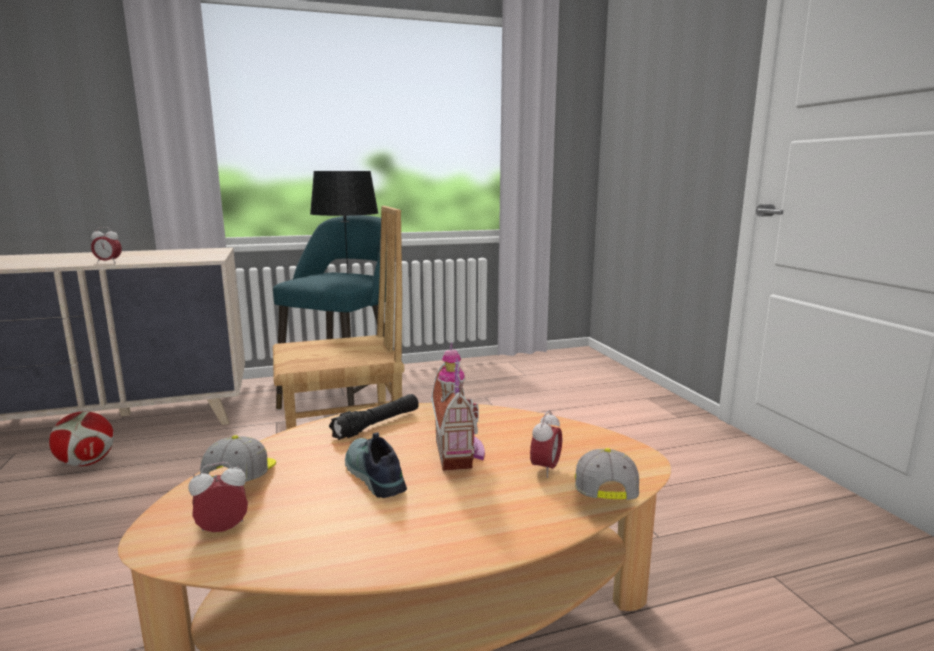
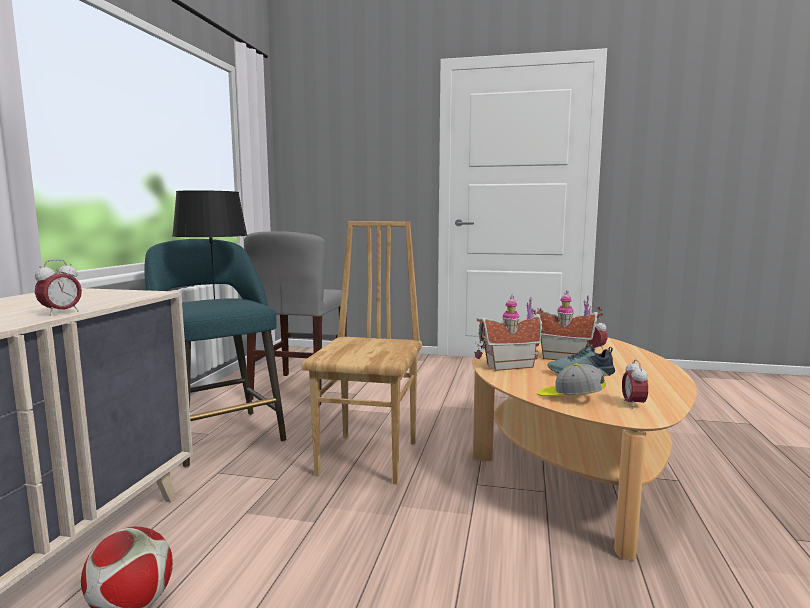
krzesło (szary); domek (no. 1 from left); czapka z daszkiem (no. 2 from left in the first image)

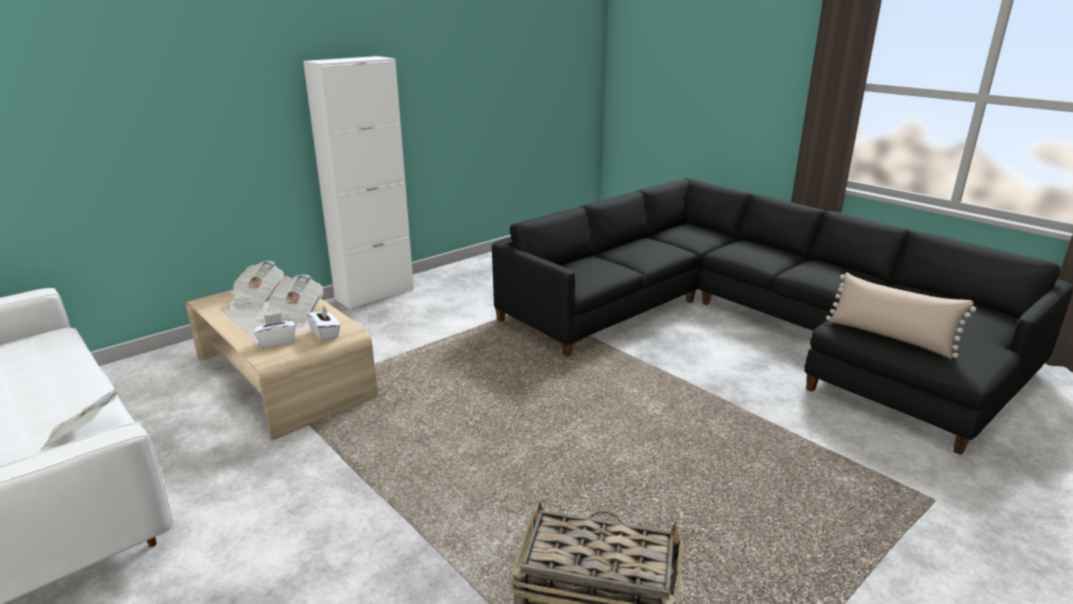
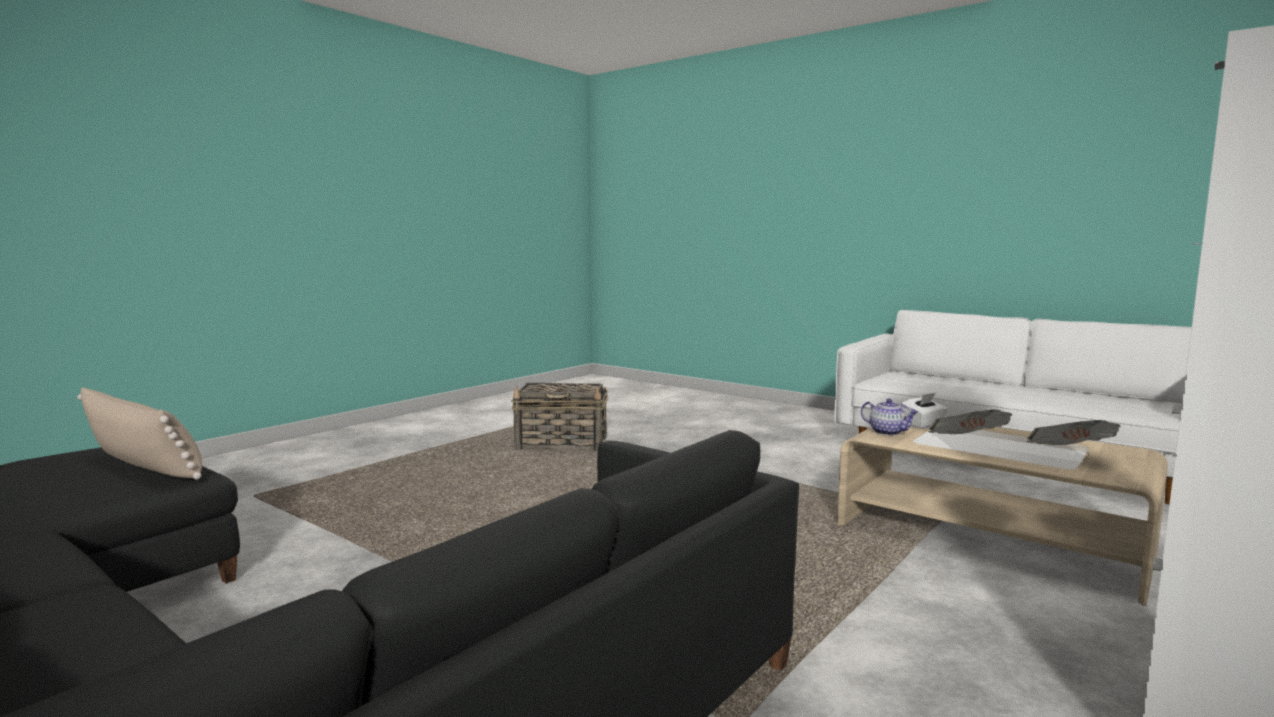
imbryk; gazeta (no. 1 from left in the first image)

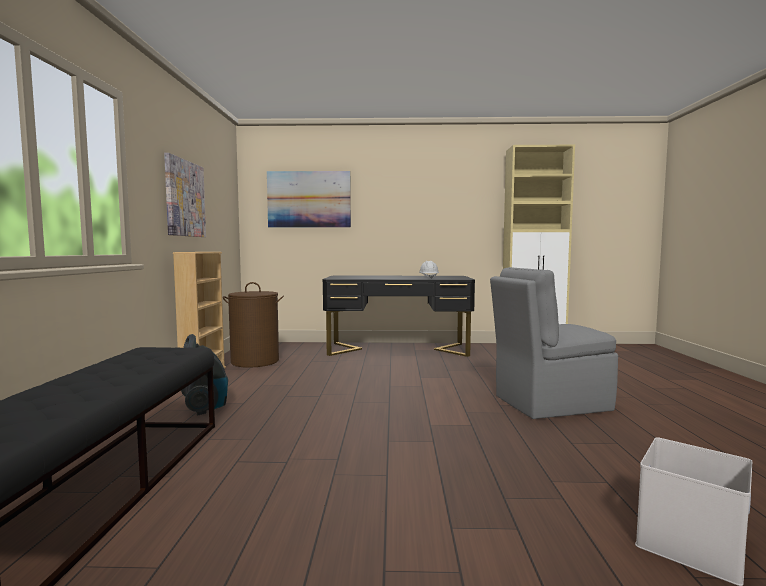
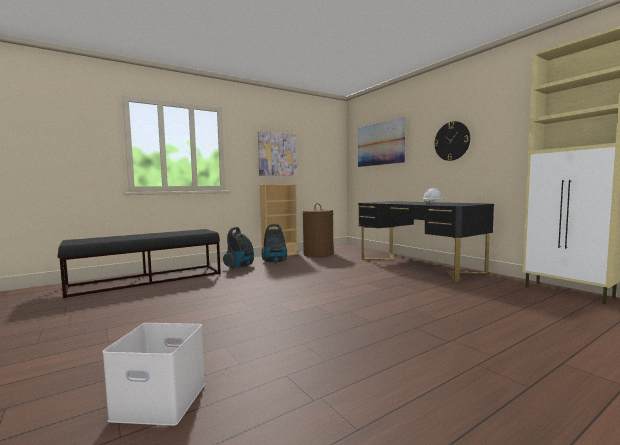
odkurzacz (no. 2 from left); zegar ścienny; krzesło (szary)

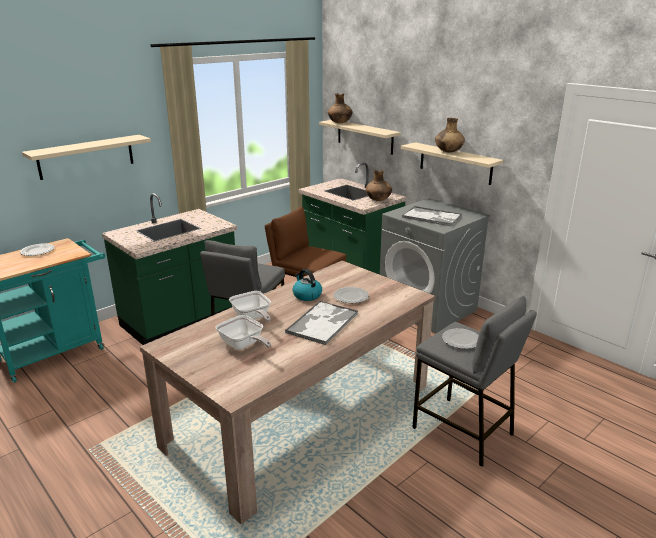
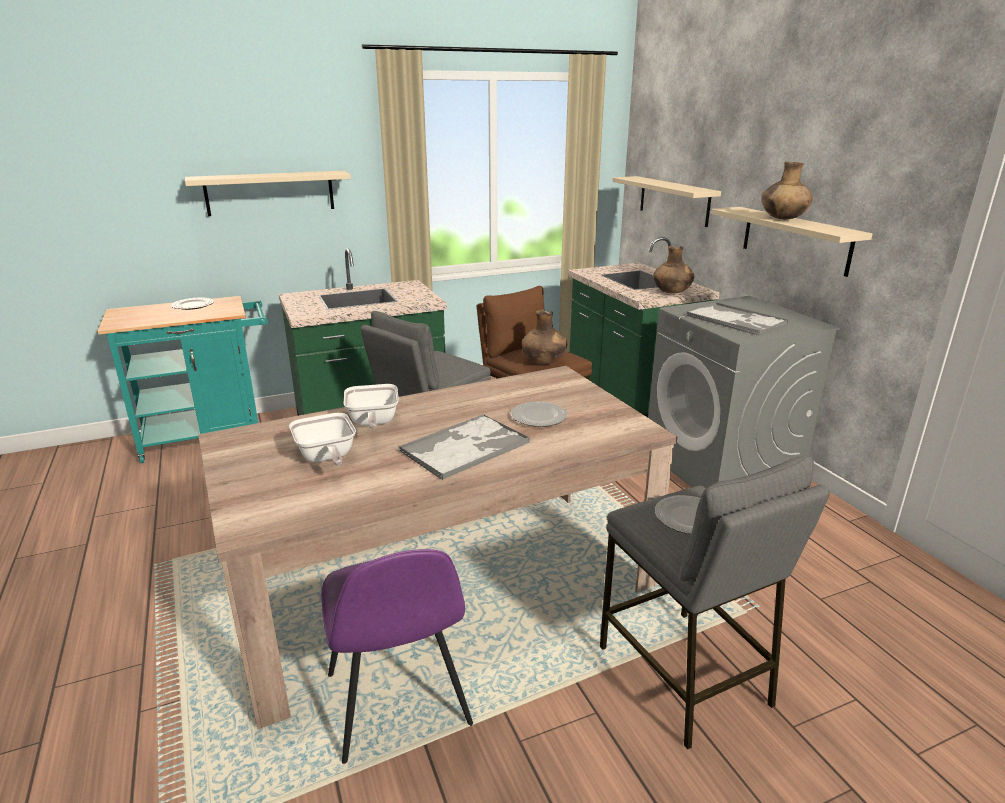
krzesło (fioletowy); wazon (brązowy) (no. 1 from left); czajnik

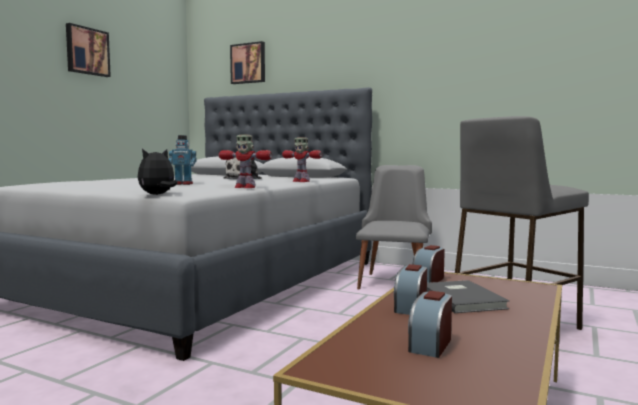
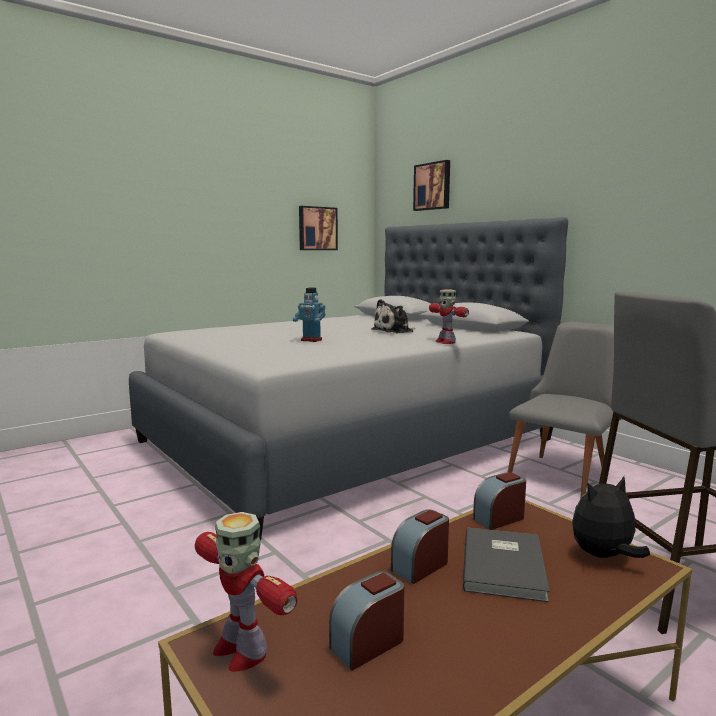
robot zabawkowy (no. 1 from left); obraz (no. 1 from left); pluszak (no. 2 from left)

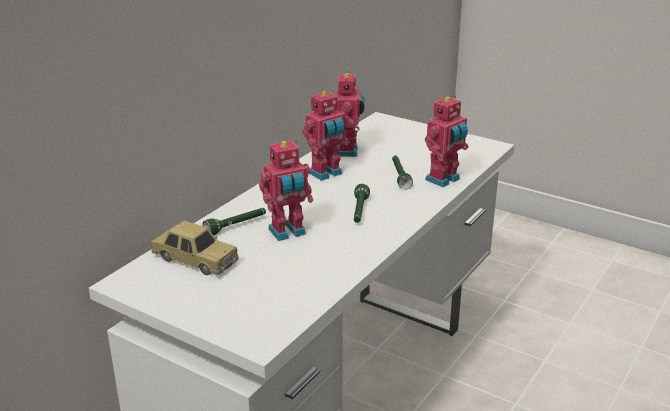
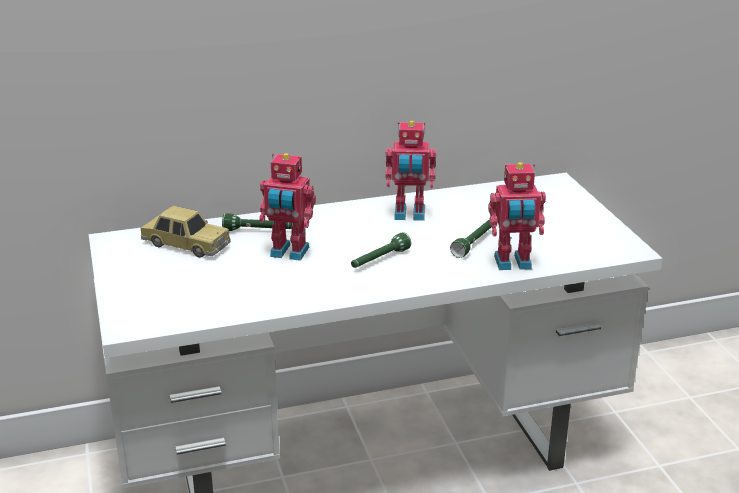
samochodzik; robot zabawkowy (no. 3 from left in the first image)

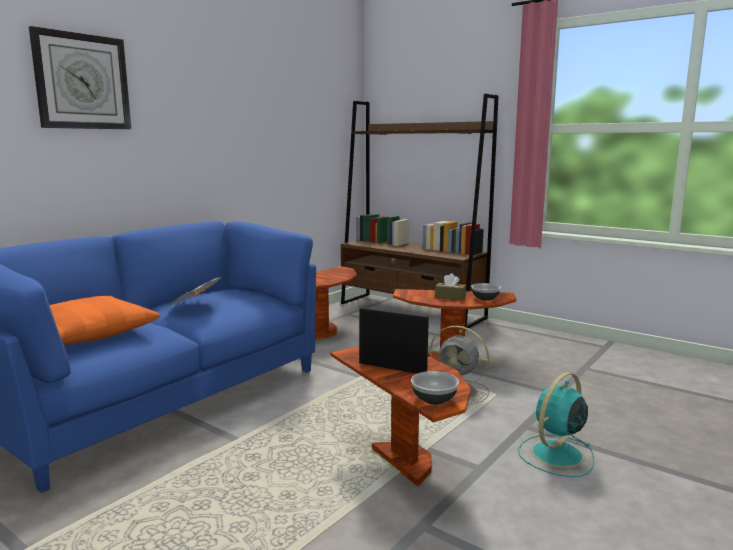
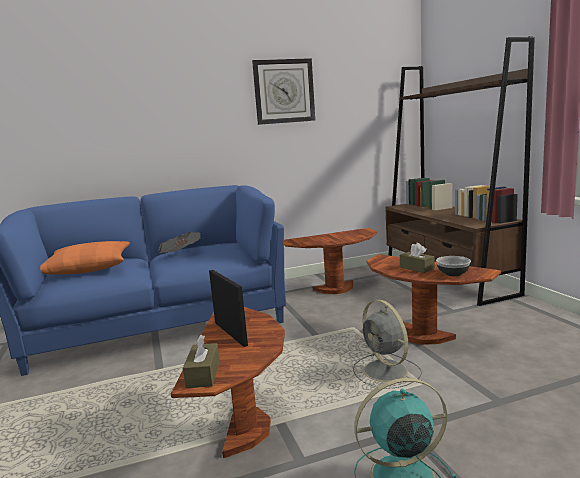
pudełko chusteczek (brązowy) (no. 1 from left); zegar ścienny

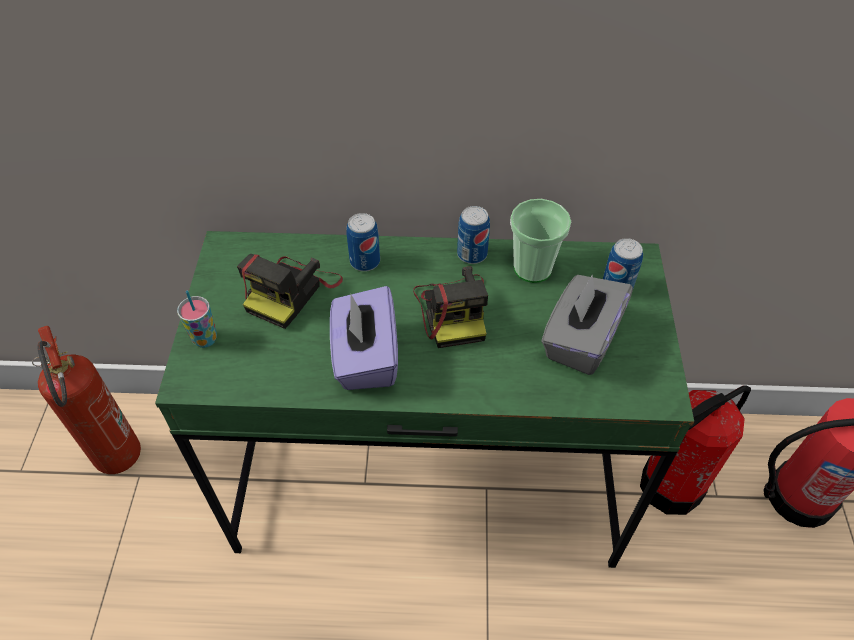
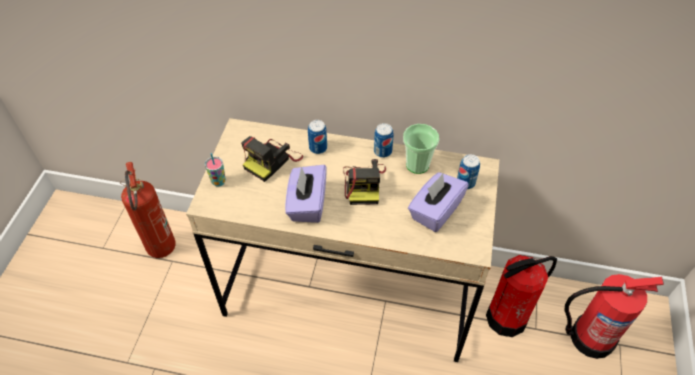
biurko (beżowy); pudełko chusteczek (fioletowy) (no. 2 from left)

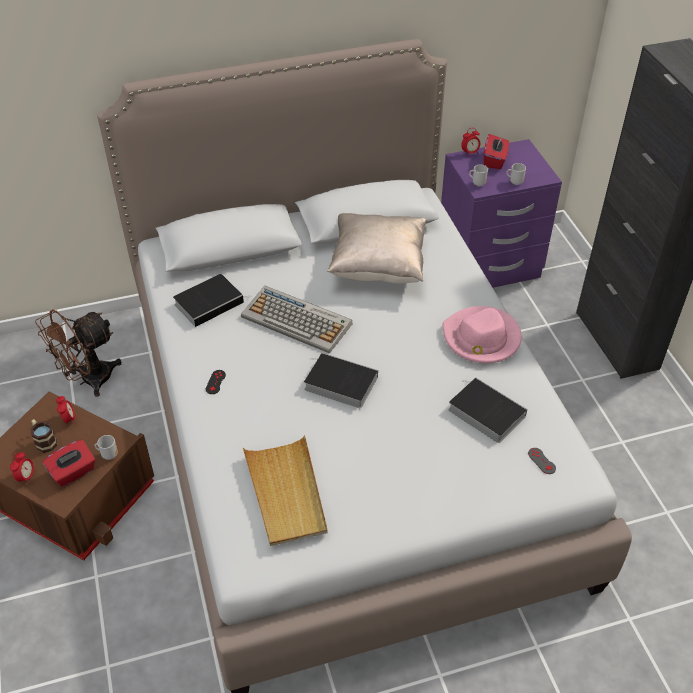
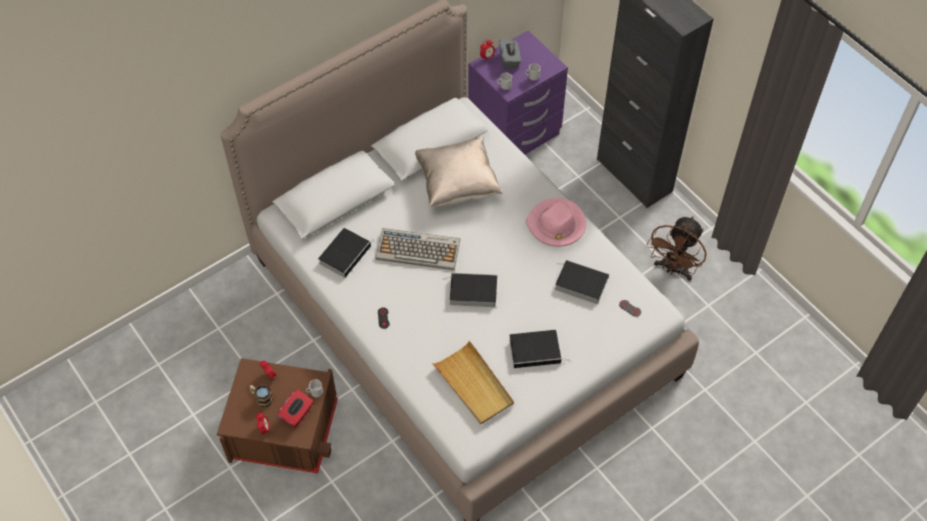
pudełko chusteczek (szary); książka (no. 3 from left); wentylator (brązowy)

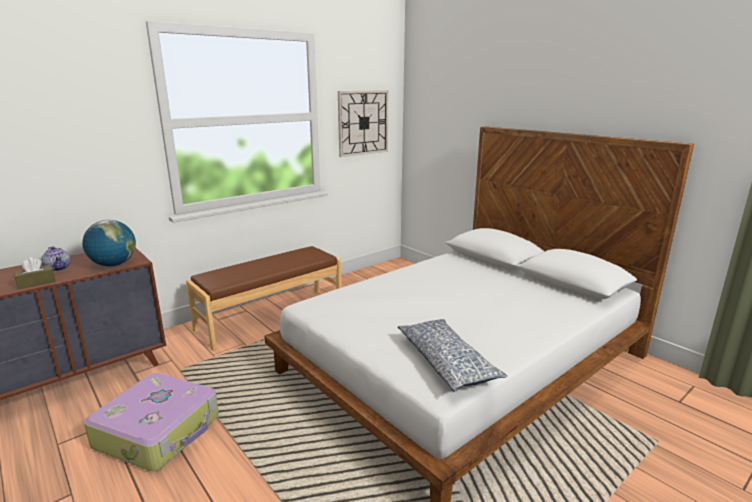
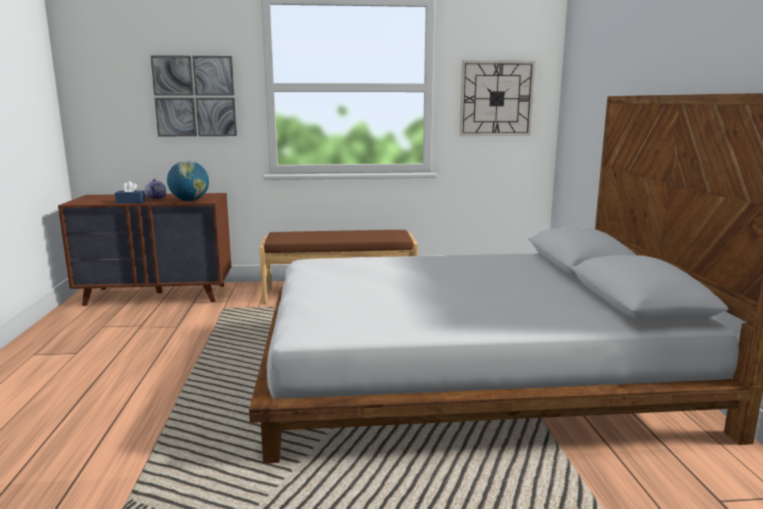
pudełko chusteczek (niebieski); obraz; walizka; poduszka

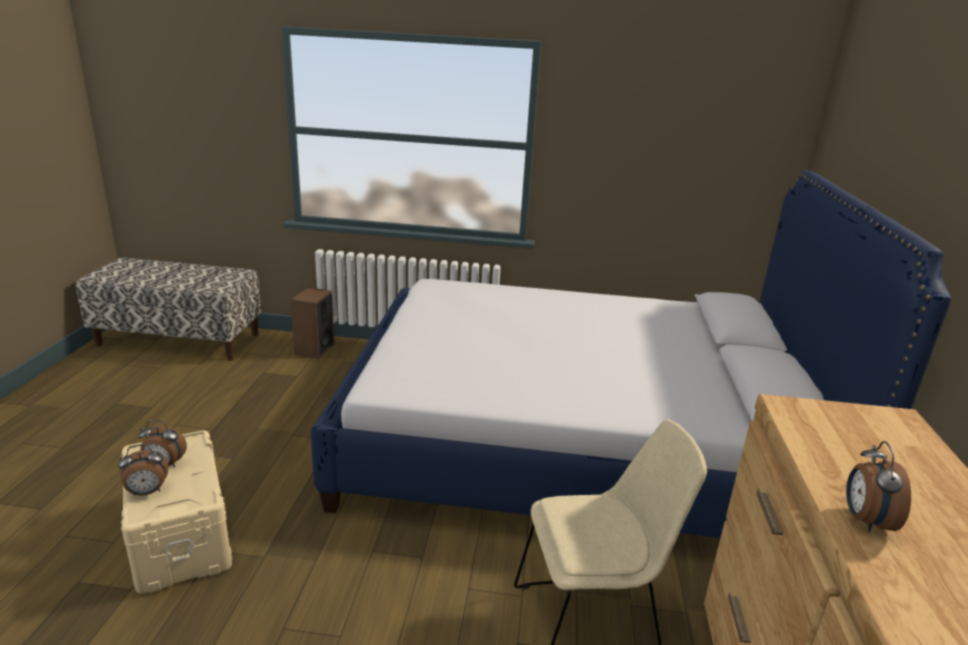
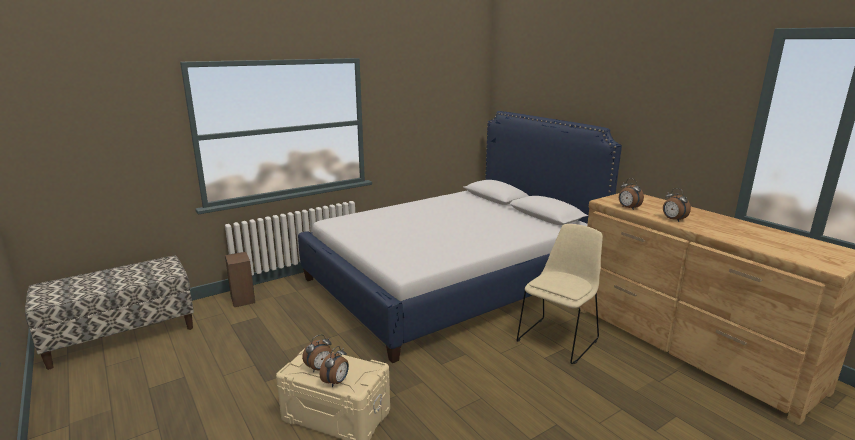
budzik (no. 3 from left)

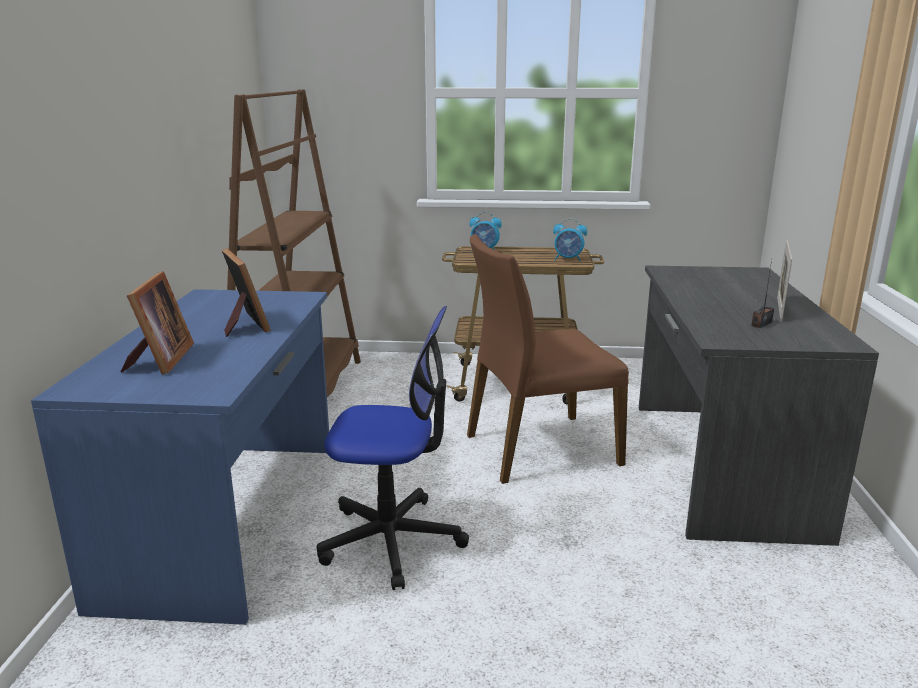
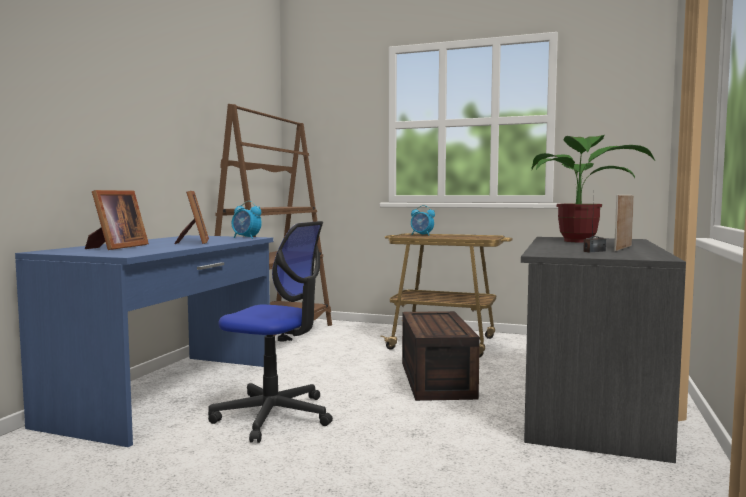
budzik (no. 1 from left); pojemnik do przechowywania (brązowy); roślina doniczkowa

